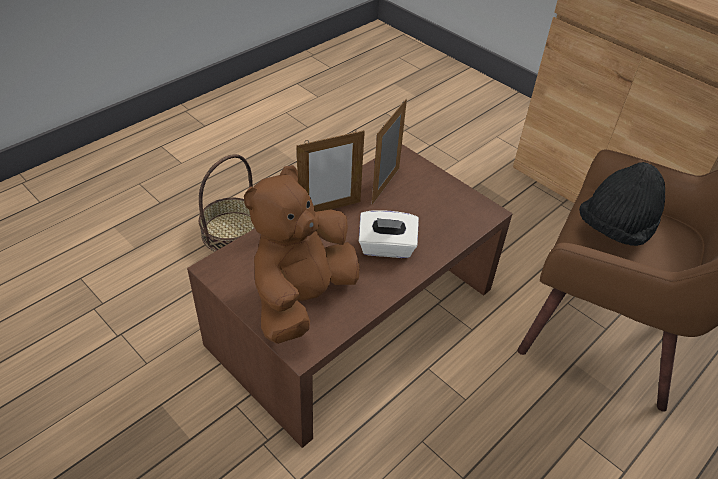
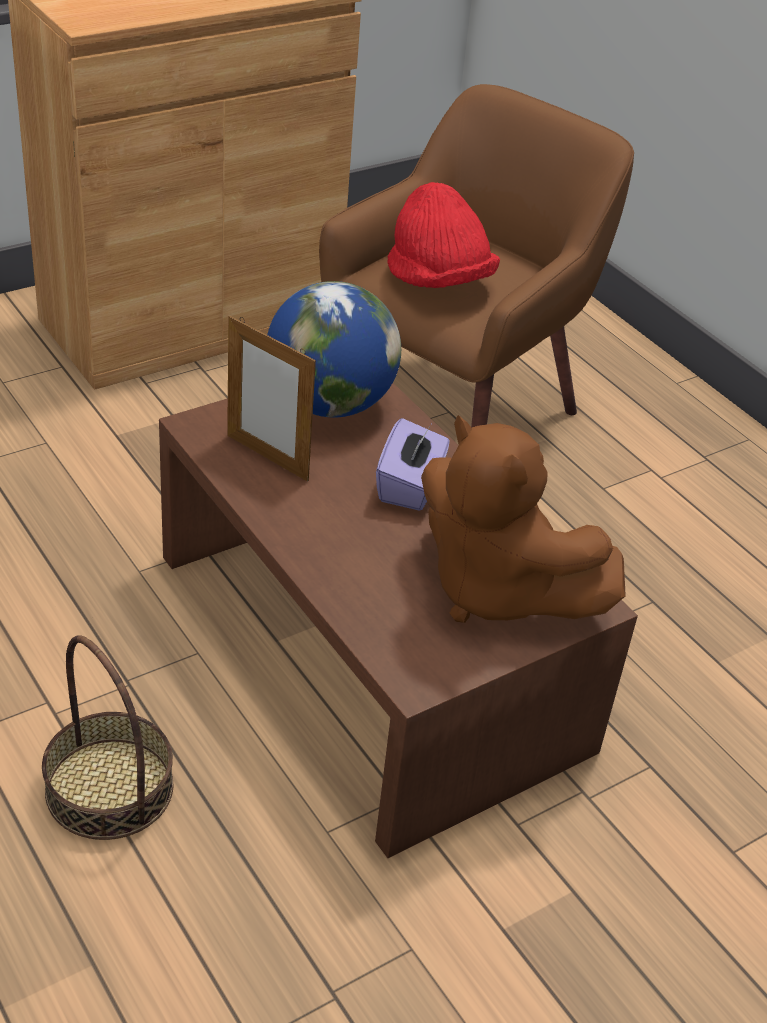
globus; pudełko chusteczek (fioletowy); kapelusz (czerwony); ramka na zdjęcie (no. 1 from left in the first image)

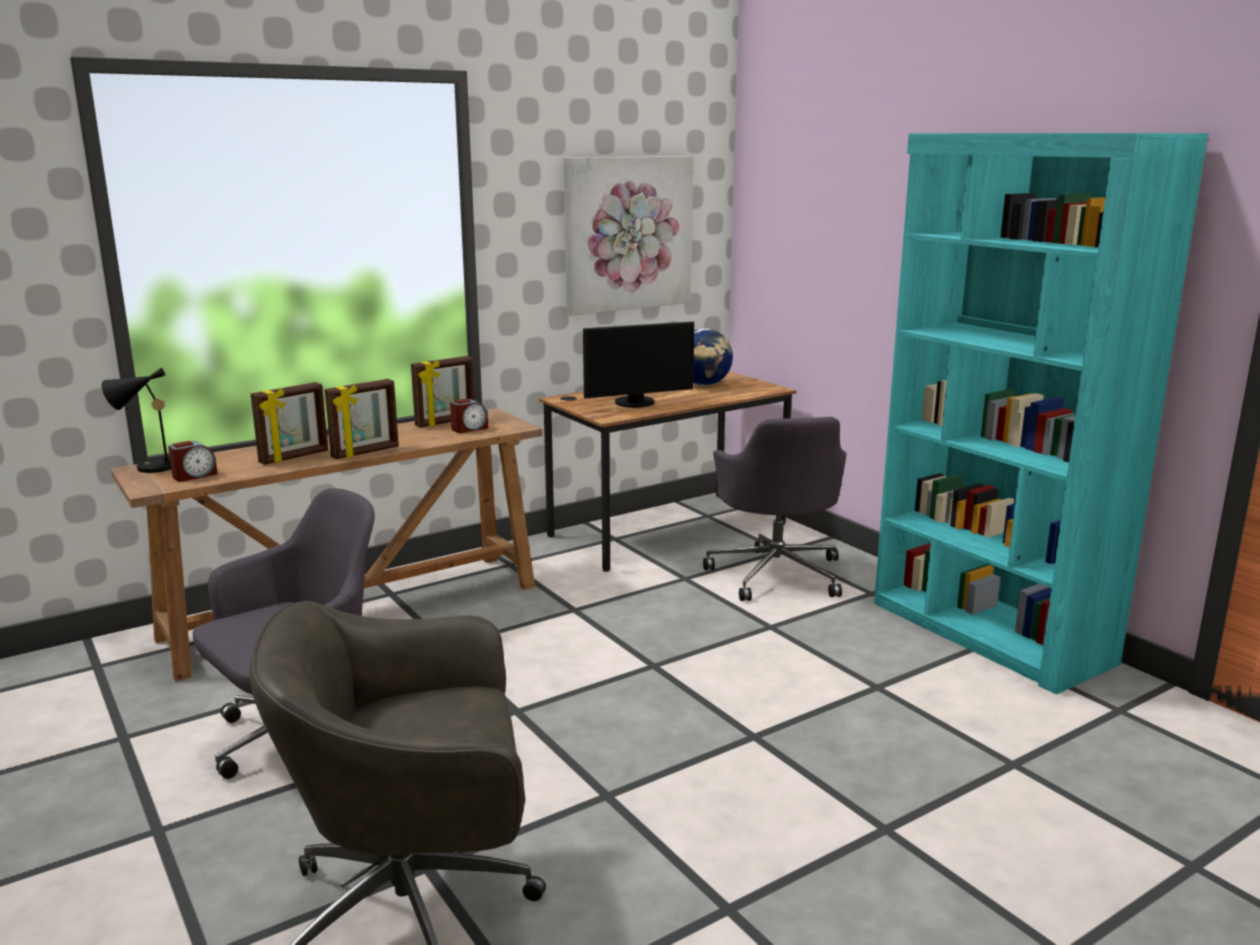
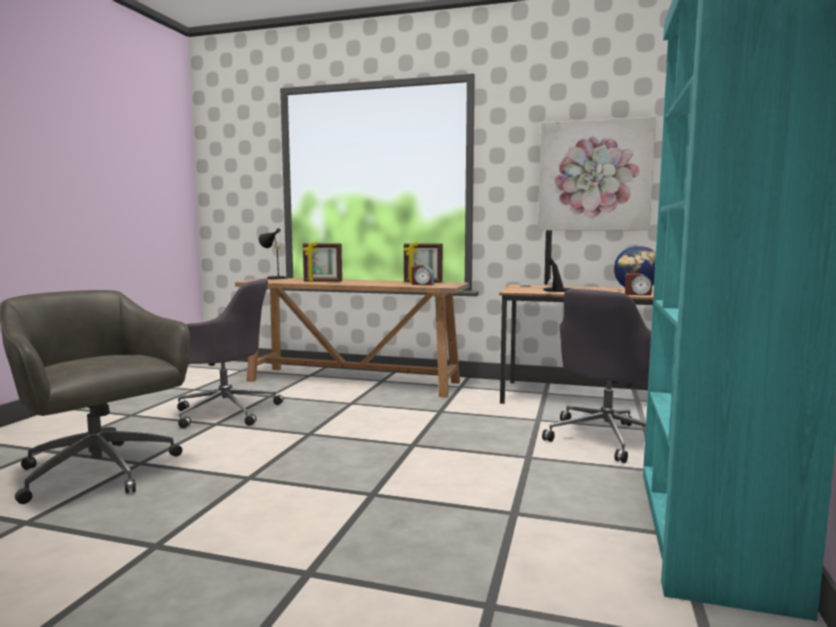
monitor; budzik (no. 2 from left); ramka na zdjęcie (no. 2 from left in the first image)

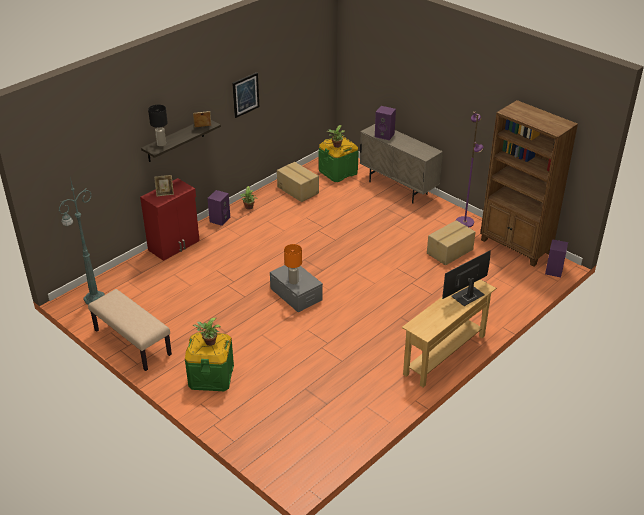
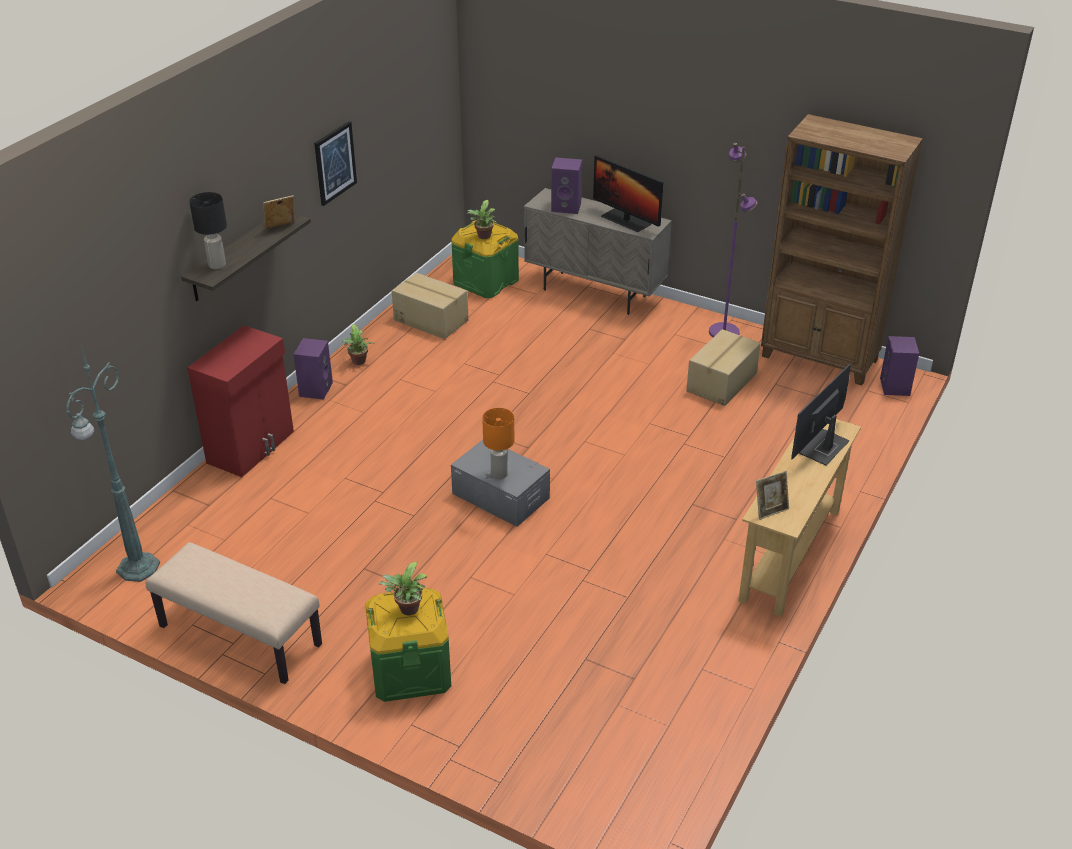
monitor (no. 1 from left); ramka na zdjęcie (no. 2 from left)

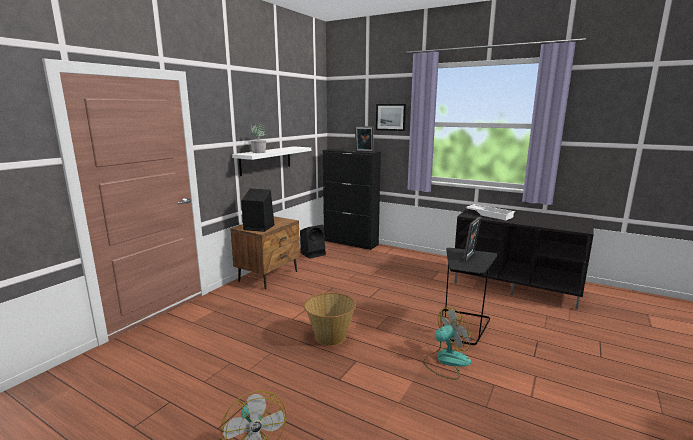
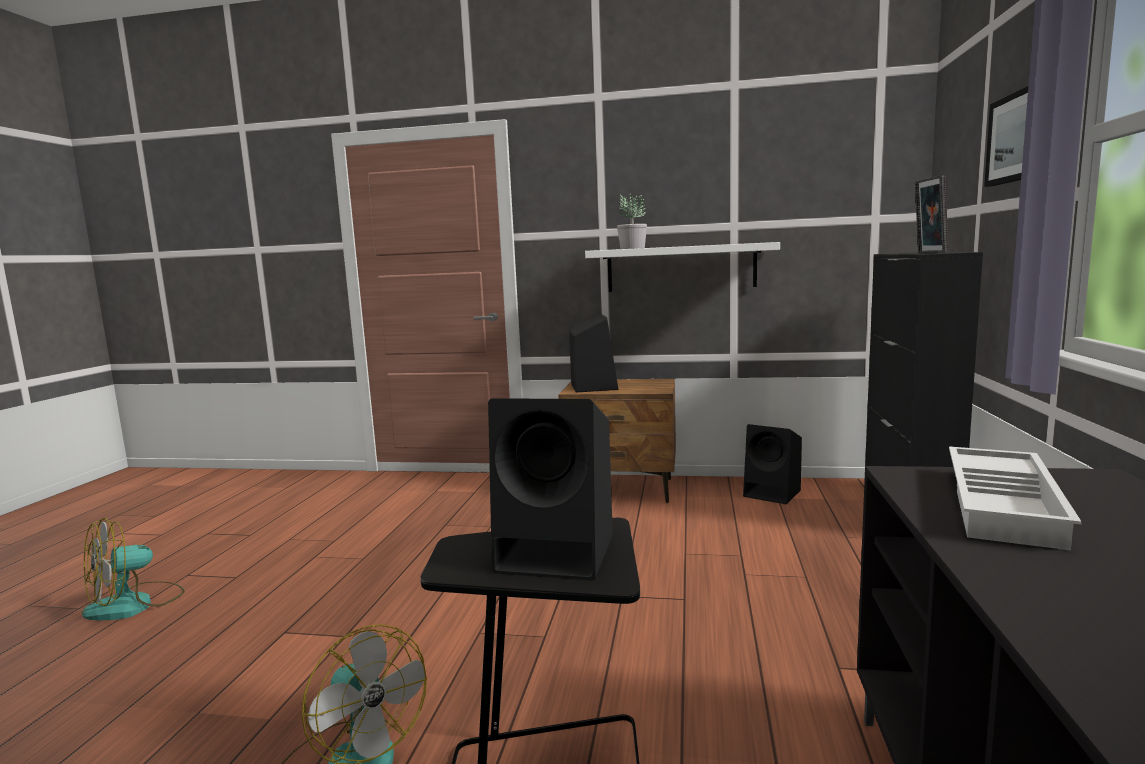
głośnik (czarny) (no. 1 from left); koszyk

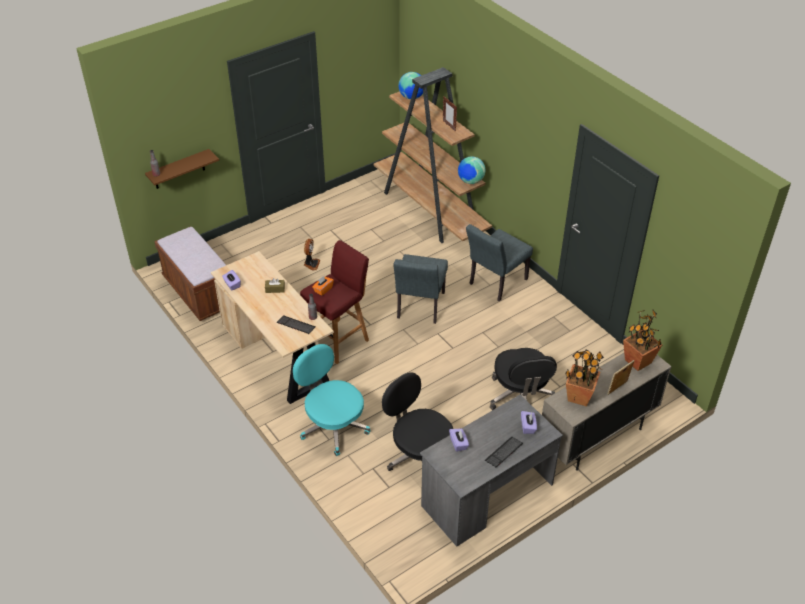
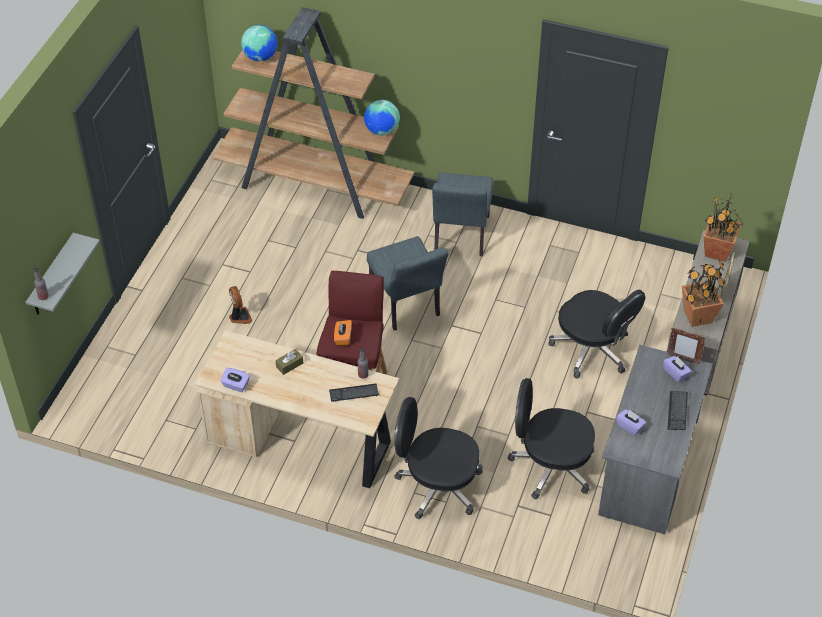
półka (szary); krzesło biurowe (czarny) (no. 1 from left); ramka na zdjęcie (no. 1 from left); ławka (brązowy)

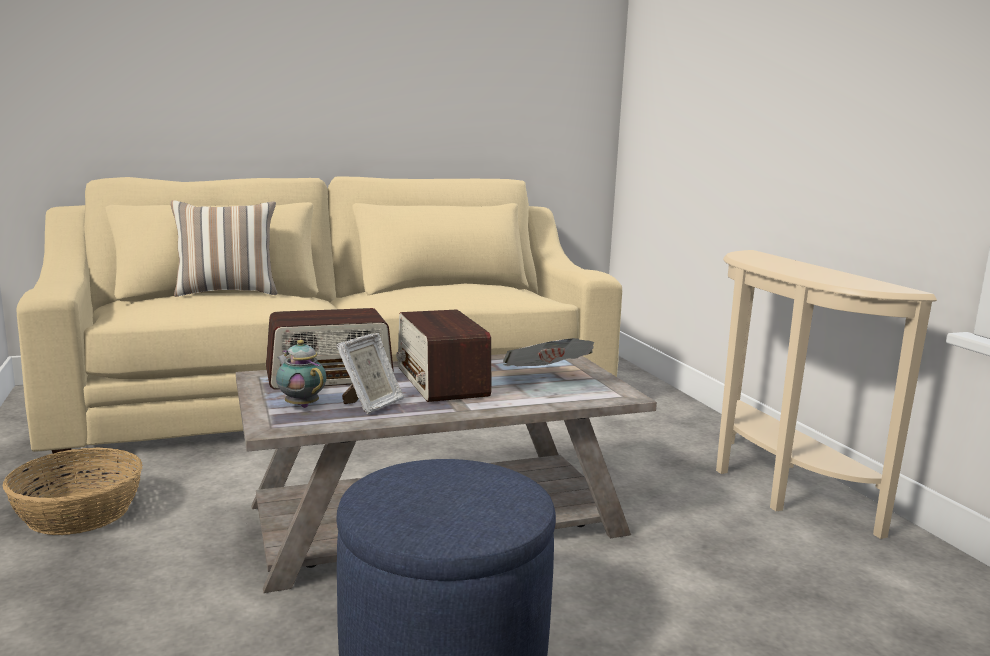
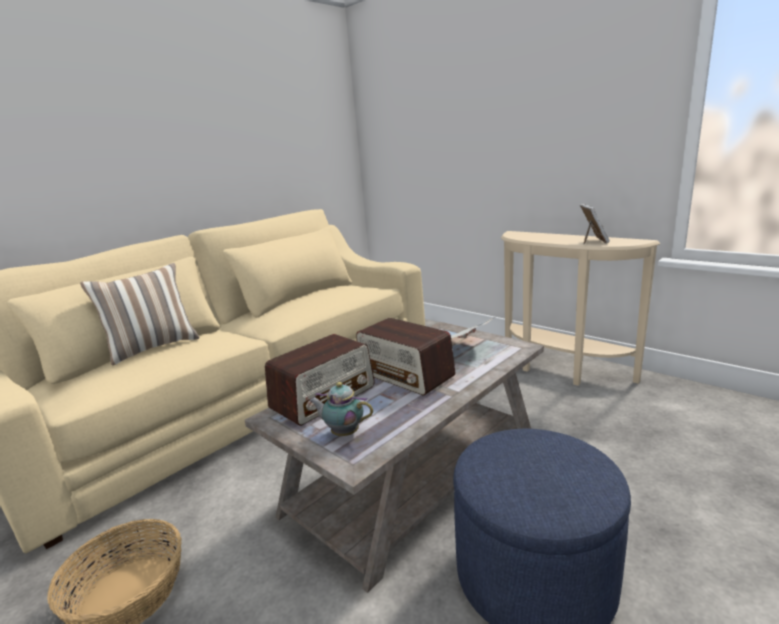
ramka na zdjęcie

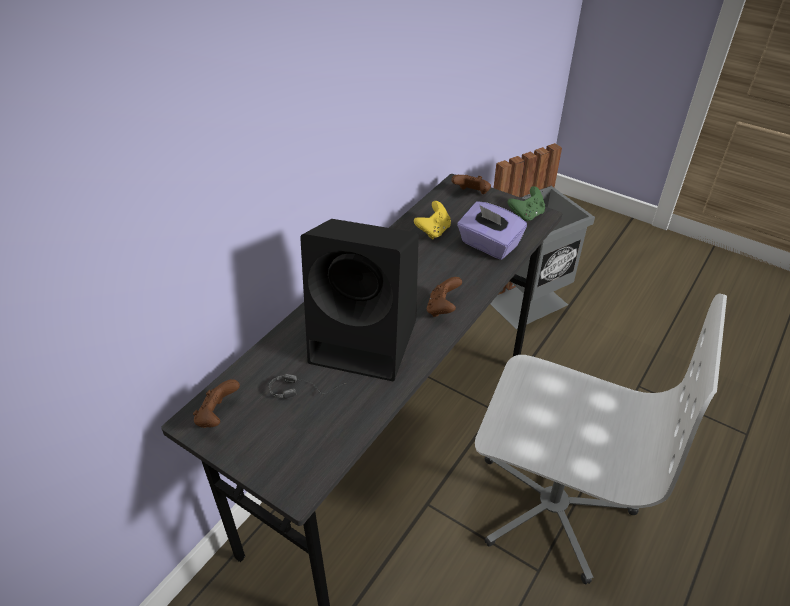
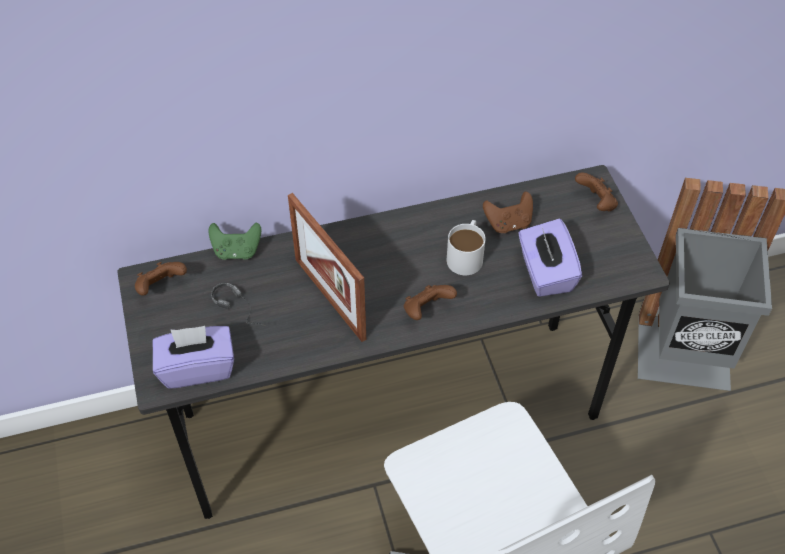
pudełko chusteczek (fioletowy) (no. 1 from left); pad do gier (zielony); ramka na zdjęcie; kubek (biały); pad do gier (brązowy) (no. 3 from left)

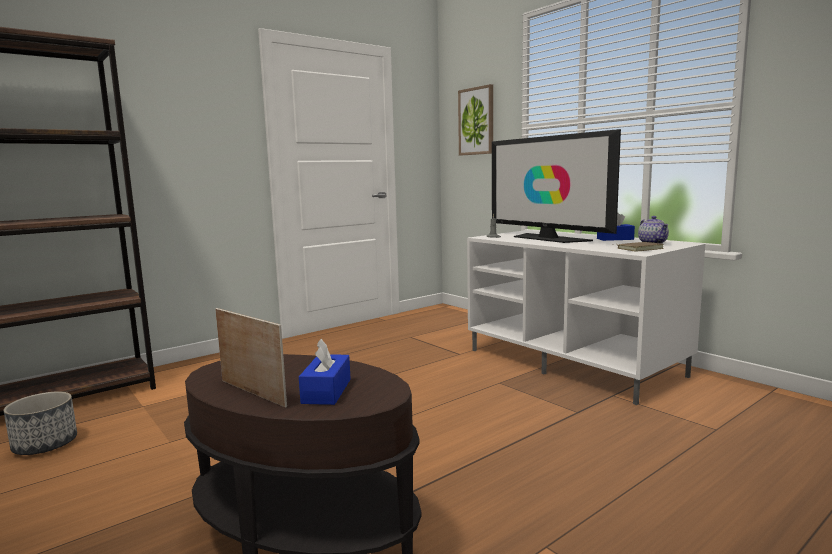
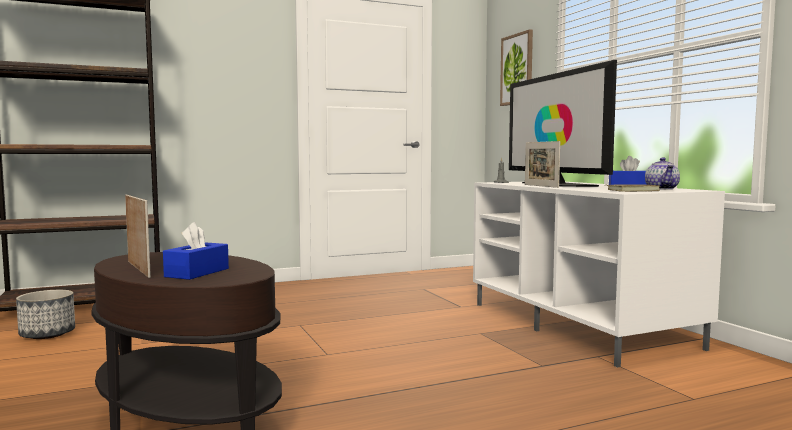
ramka na zdjęcie (no. 2 from left)

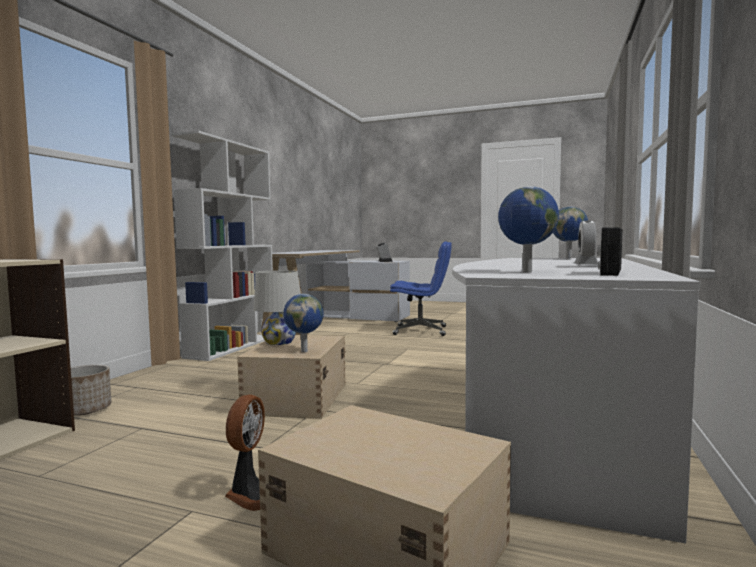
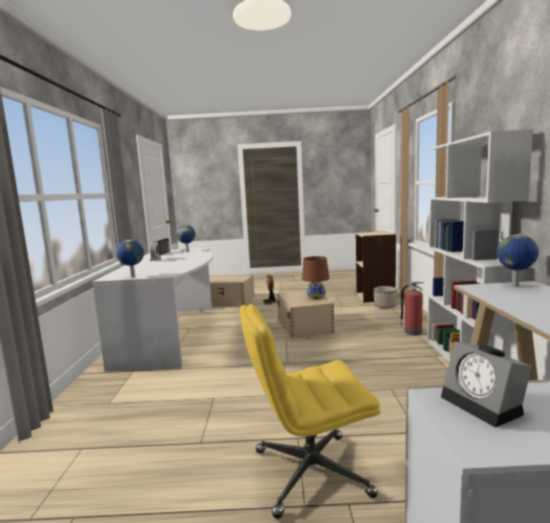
krzesło biurowe (żółty); lampa stołowa (brązowy); gaśnica; globus (no. 3 from left)

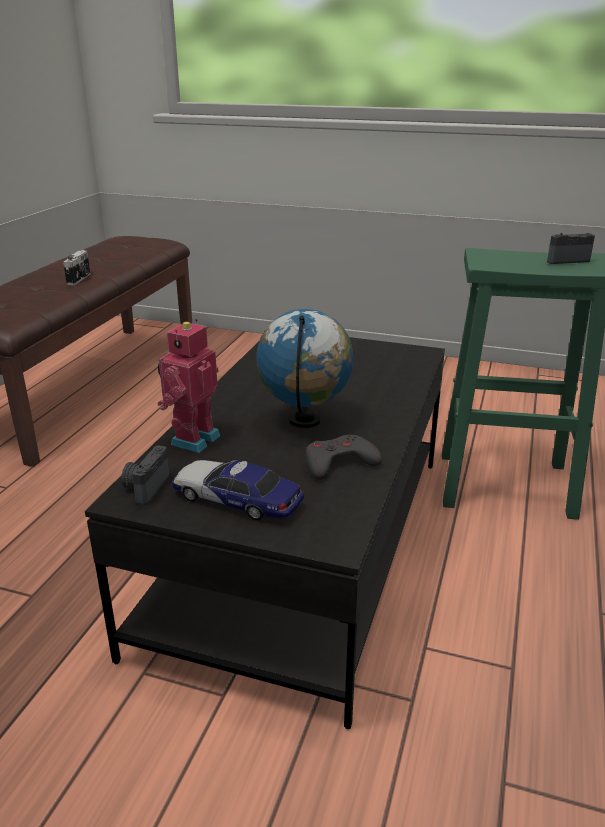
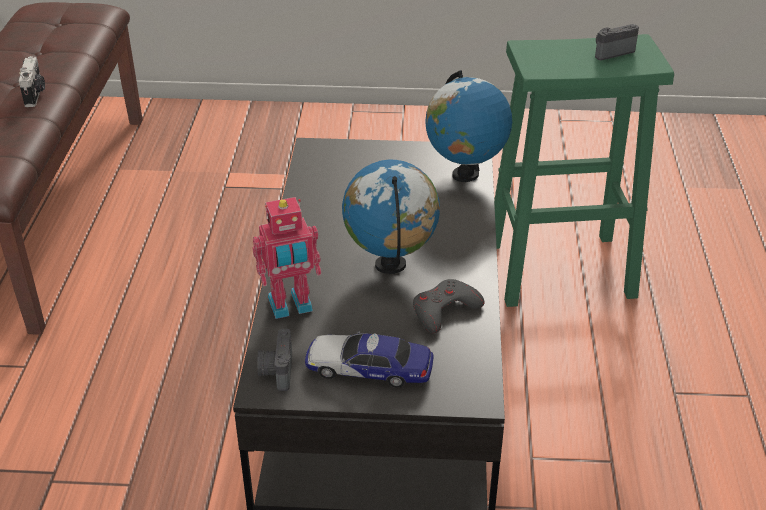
robot zabawkowy; globus (no. 2 from left)

